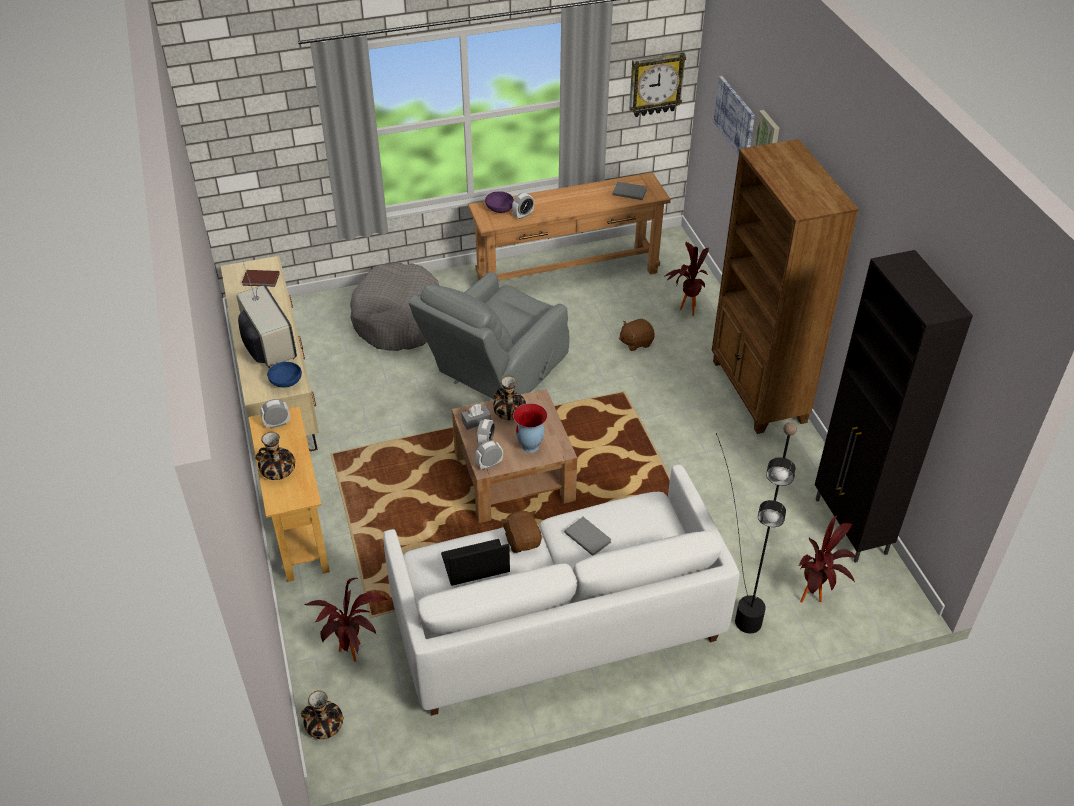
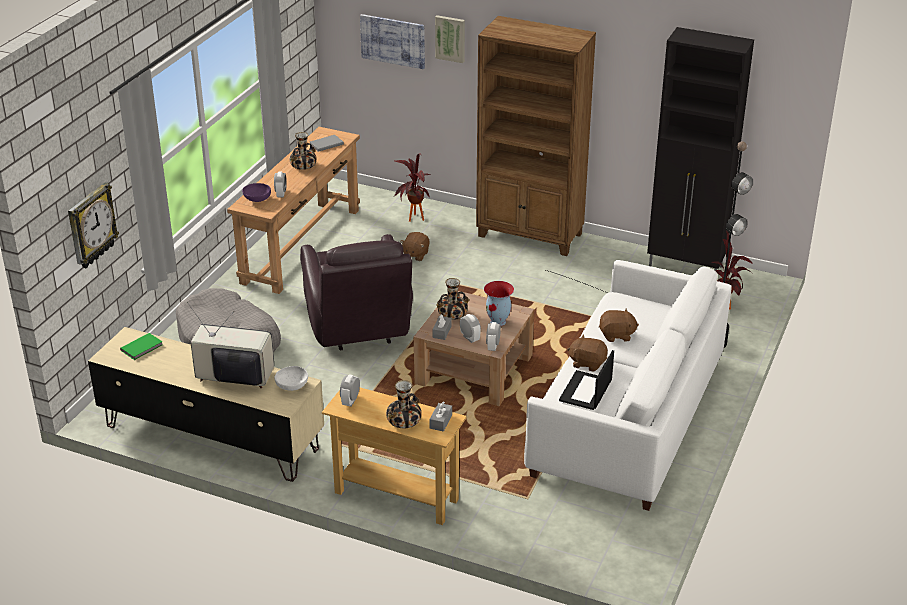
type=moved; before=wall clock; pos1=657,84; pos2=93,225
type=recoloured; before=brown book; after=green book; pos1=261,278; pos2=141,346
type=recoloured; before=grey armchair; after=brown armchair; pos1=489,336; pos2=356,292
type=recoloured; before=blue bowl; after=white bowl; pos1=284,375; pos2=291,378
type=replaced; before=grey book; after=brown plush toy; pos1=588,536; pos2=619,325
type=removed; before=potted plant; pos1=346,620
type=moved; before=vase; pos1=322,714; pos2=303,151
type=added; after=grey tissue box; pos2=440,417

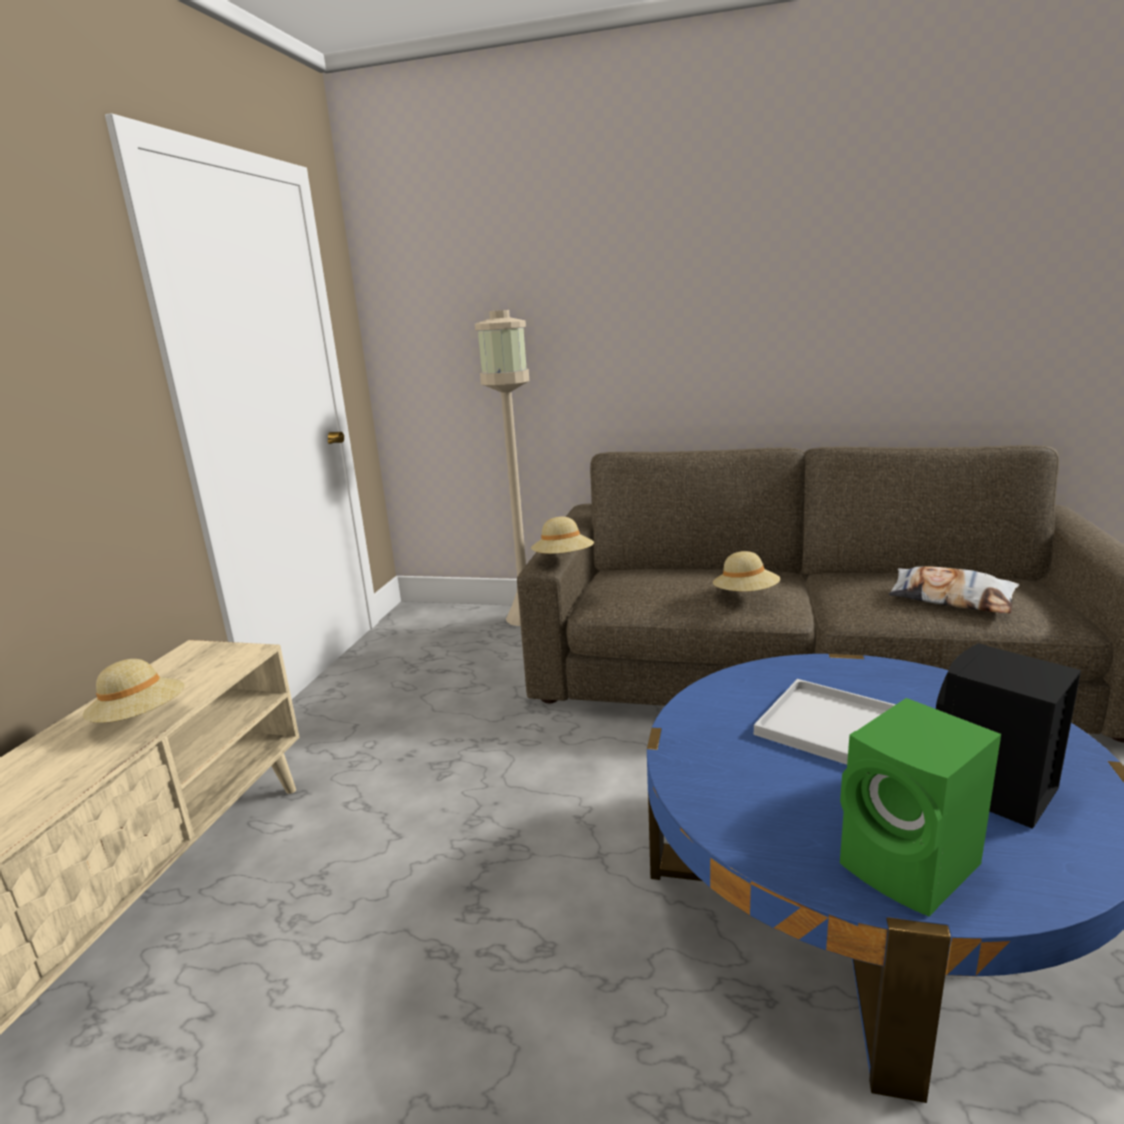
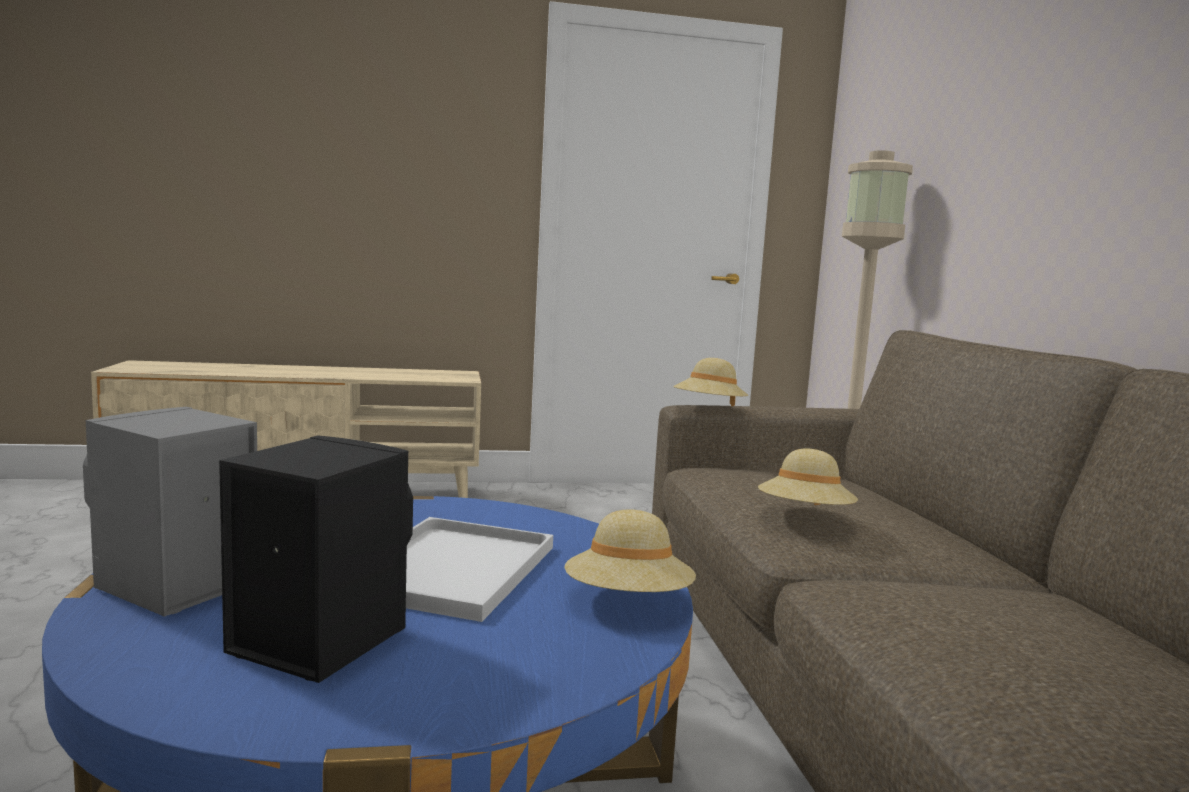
type=removed; before=pillow; pos1=954,589
type=moved; before=beige hat; pos1=133,691; pos2=630,550
type=recoloured; before=green speaker; after=grey speaker; pos1=920,807; pos2=170,512

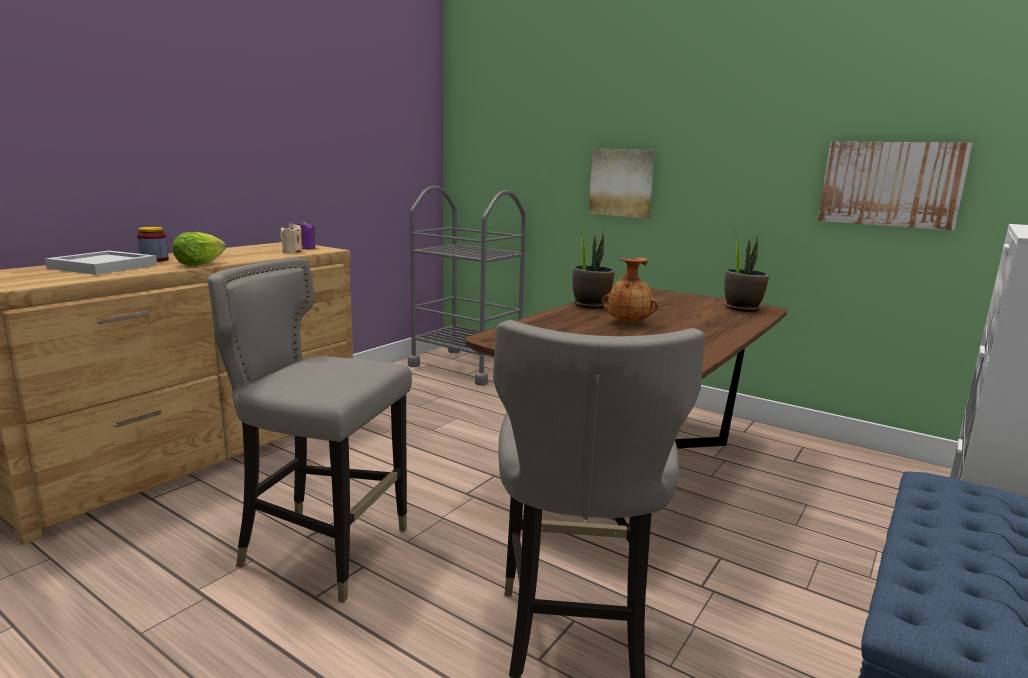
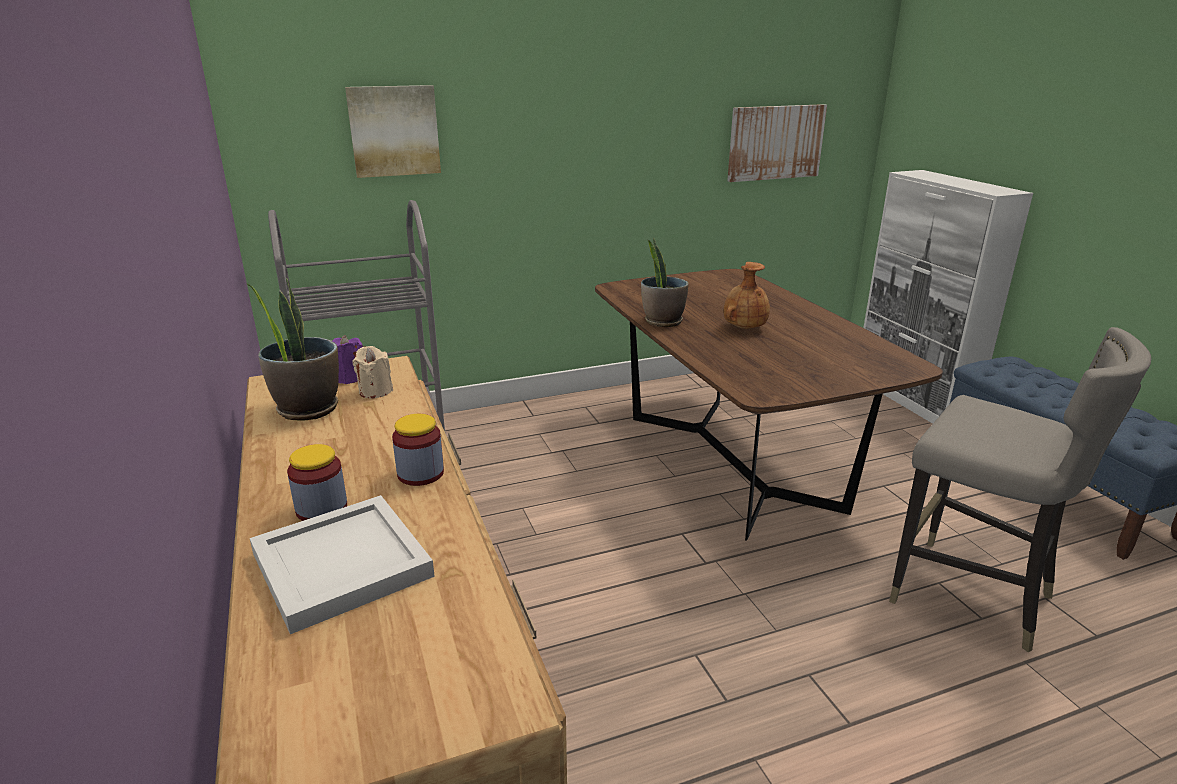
type=moved; before=picture; pos1=622,183; pos2=393,131
type=moved; before=potted plant; pos1=746,270; pos2=292,349
type=replaced; before=lettuce; after=jar; pos1=199,249; pos2=418,450
type=removed; before=grey stool; pos1=310,430

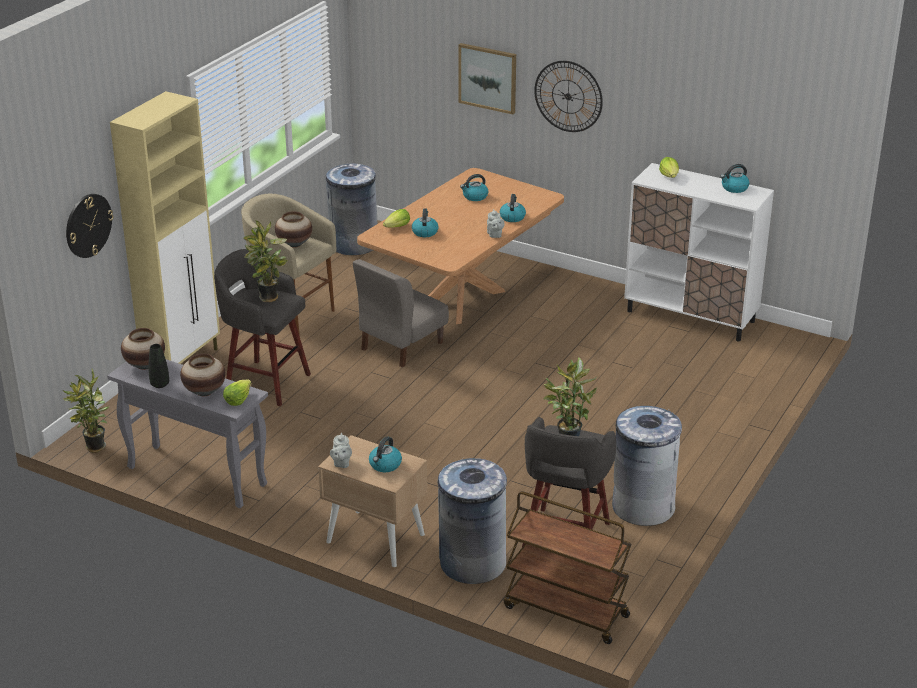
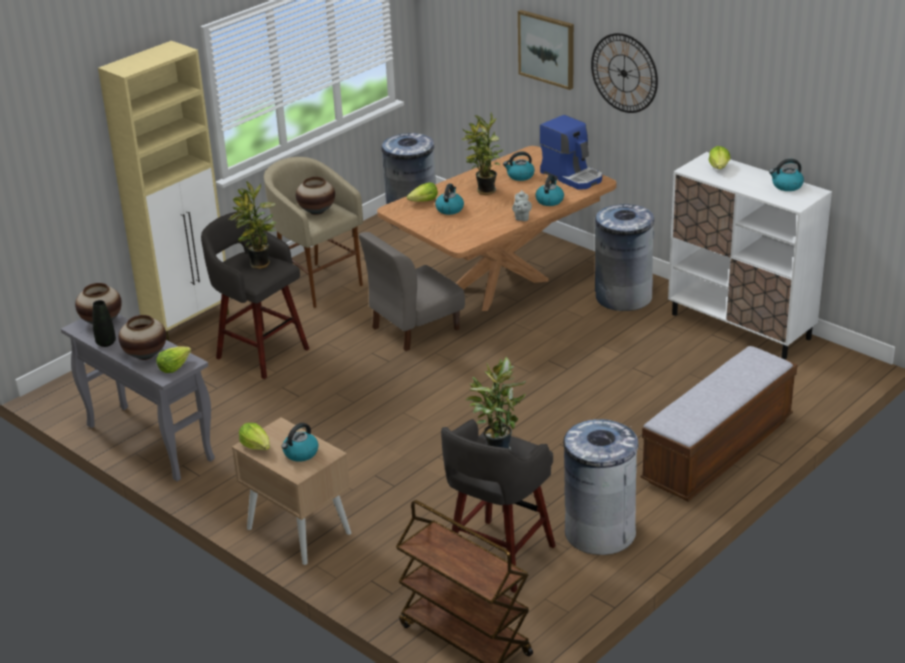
type=removed; before=wall clock; pos1=90,226
type=moved; before=potted plant; pos1=86,411; pos2=483,153
type=replaced; before=grey teapot; after=lettuce; pos1=341,450; pos2=254,436
type=moved; before=grey trash can; pos1=472,521; pos2=624,257
type=added; after=coffee machine; pos2=571,152
type=added; after=bench; pos2=719,424

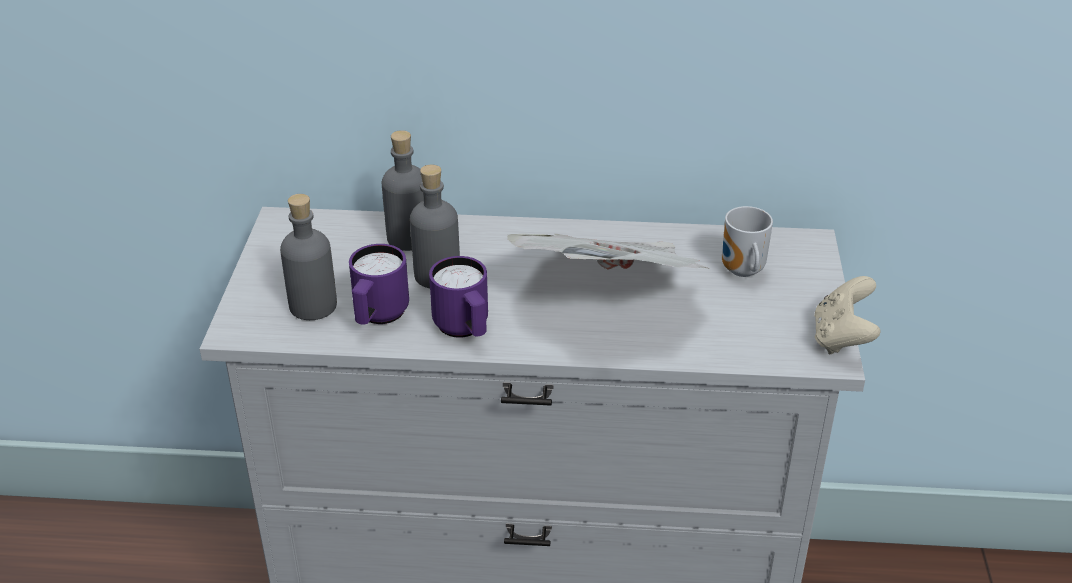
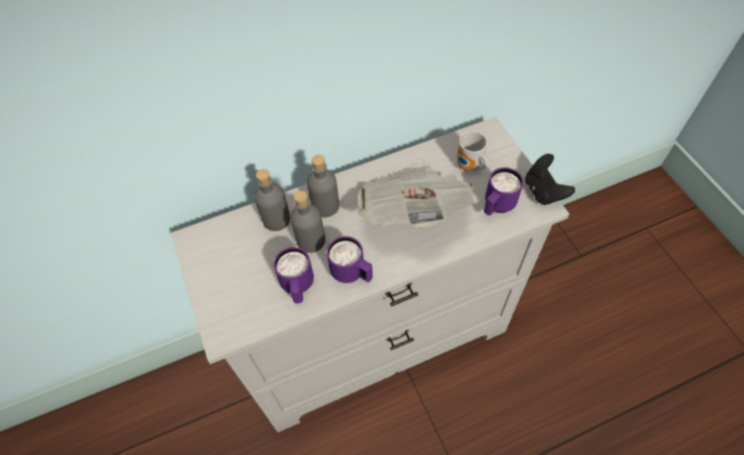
type=moved; before=grey bottle; pos1=308,257; pos2=323,186
type=recoloured; before=beige game controller; after=black game controller; pos1=847,315; pos2=550,179
type=added; after=purple mug; pos2=504,191

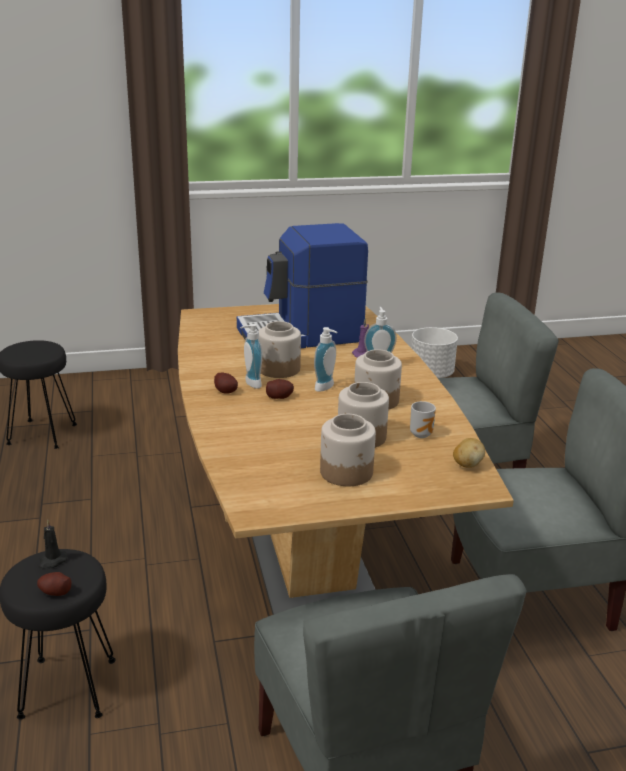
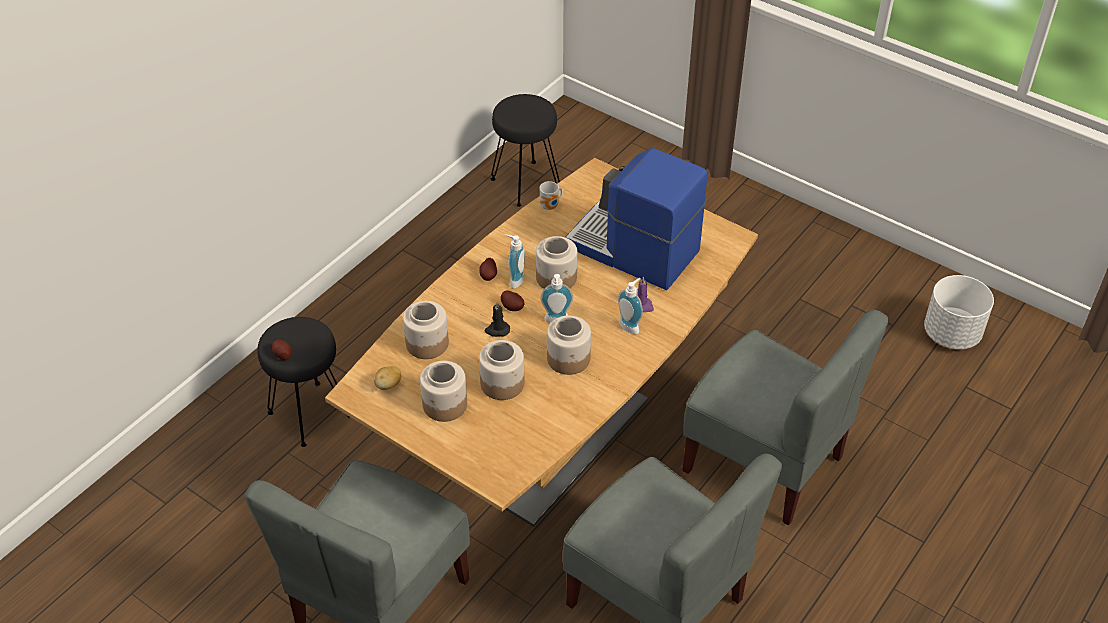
type=moved; before=mug; pos1=423,419; pos2=551,195
type=moved; before=potato; pos1=469,453; pos2=387,378
type=moved; before=black candle; pos1=53,544; pos2=497,319
type=added; after=jar; pos2=426,330

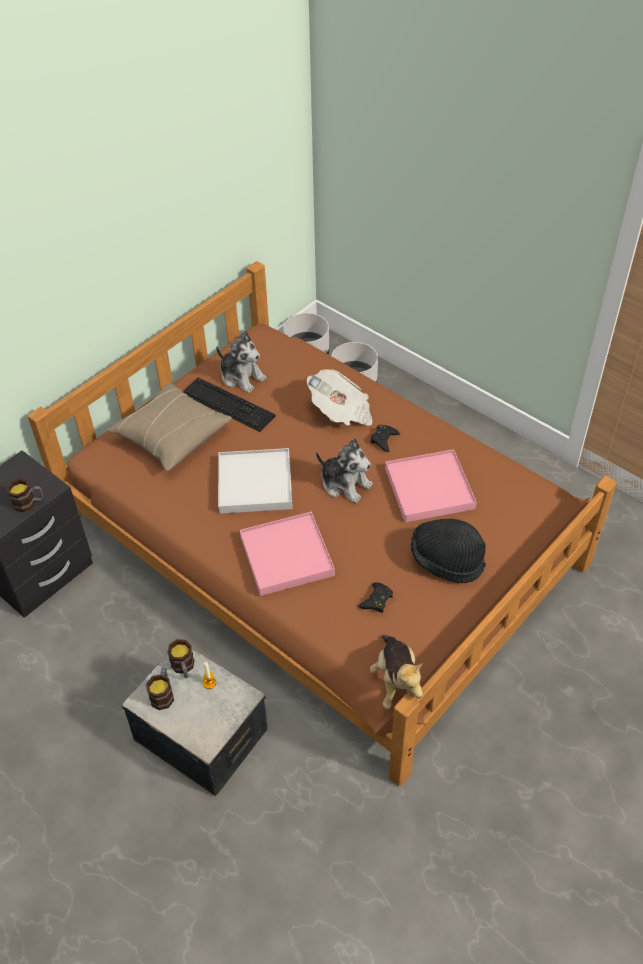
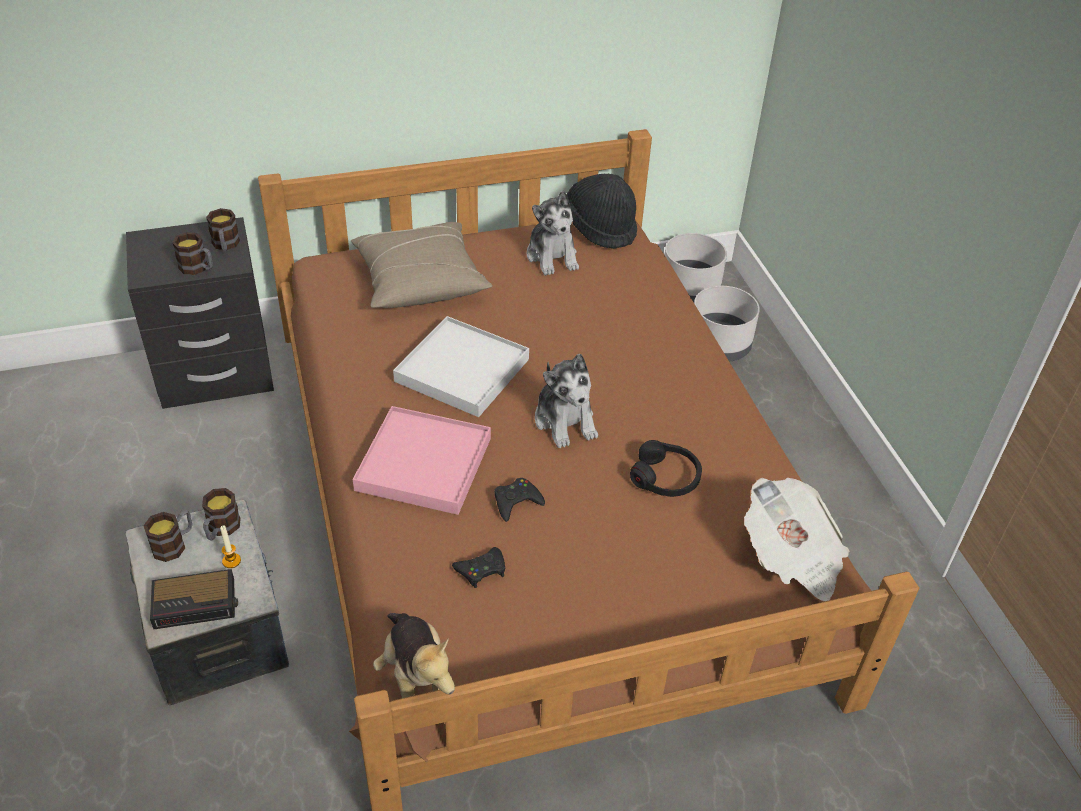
type=moved; before=newspaper; pos1=340,397; pos2=796,539
type=removed; before=keyboard; pos1=229,404
type=moved; before=black game controller; pos1=385,438; pos2=519,500
type=replaced; before=pink tray; after=black headphones; pos1=430,485; pos2=666,468
type=moved; before=black hat; pos1=448,551; pos2=602,211
type=turned; before=plush toy; pos1=396,672; pos2=414,655; turn=-45
type=added; after=mug; pos2=223,229
type=added; after=alarm clock; pos2=194,599

